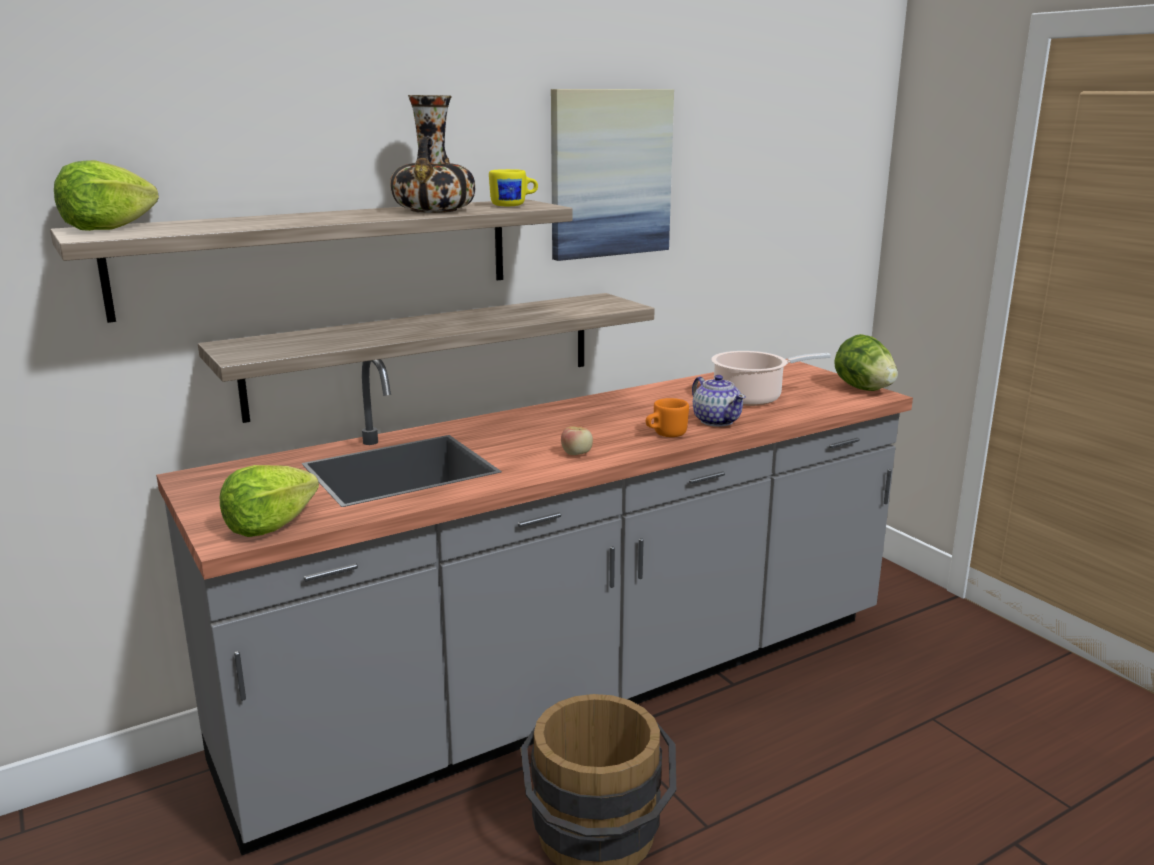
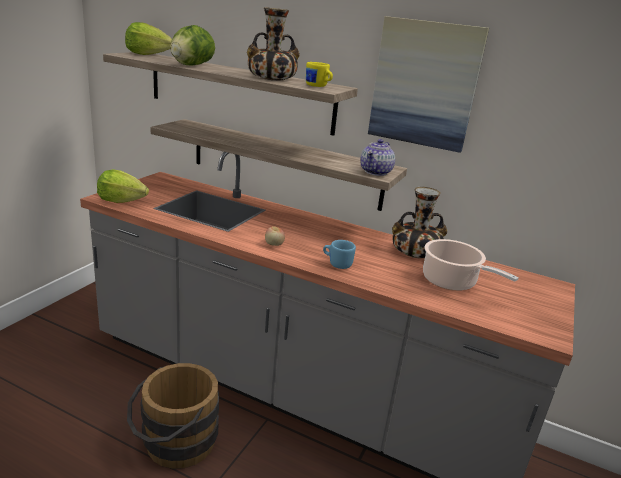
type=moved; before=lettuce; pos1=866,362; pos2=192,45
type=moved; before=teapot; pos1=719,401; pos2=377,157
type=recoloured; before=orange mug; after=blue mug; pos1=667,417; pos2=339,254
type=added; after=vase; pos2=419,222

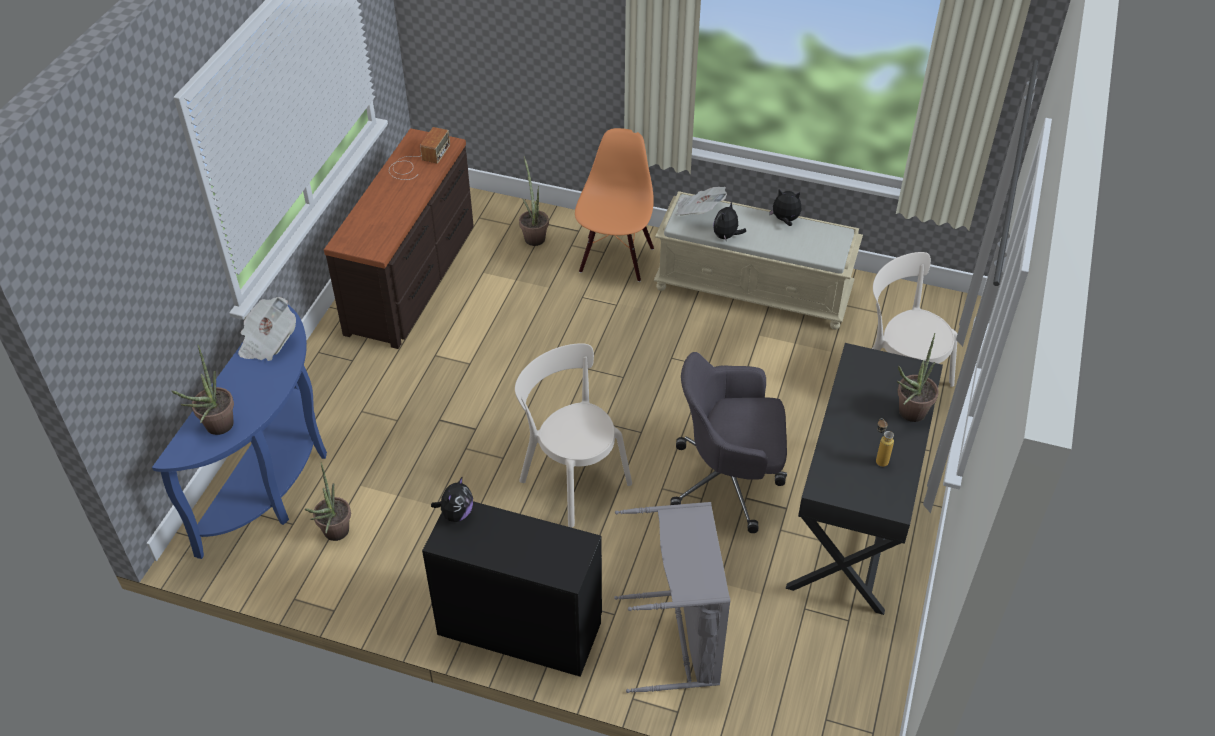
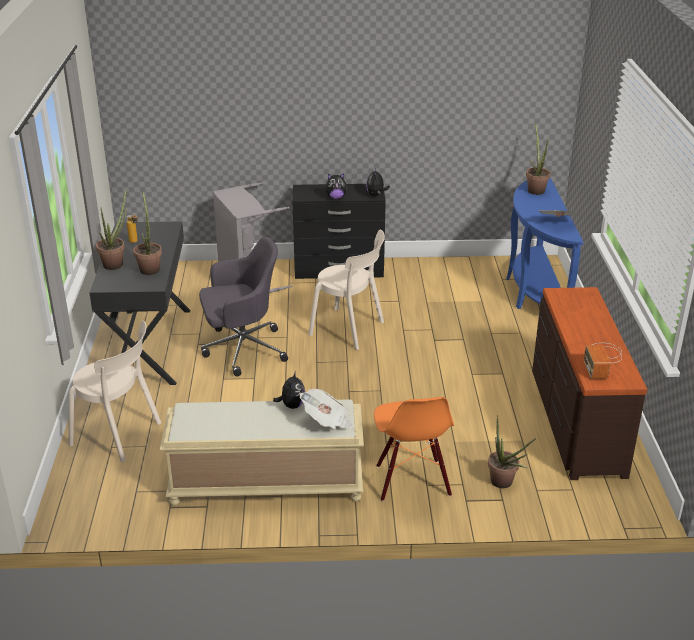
type=moved; before=plush toy; pos1=785,207; pos2=336,186
type=moved; before=potted plant; pos1=328,502; pos2=147,232

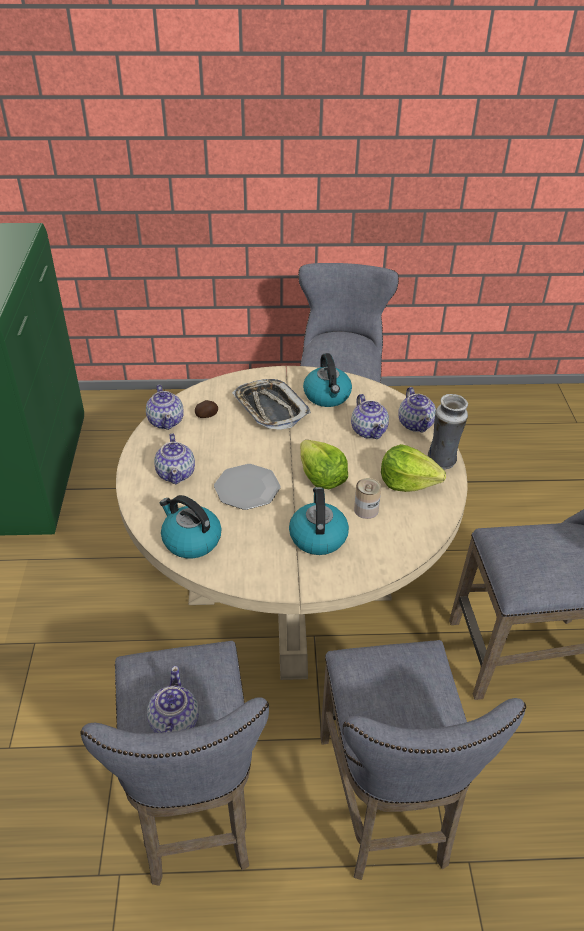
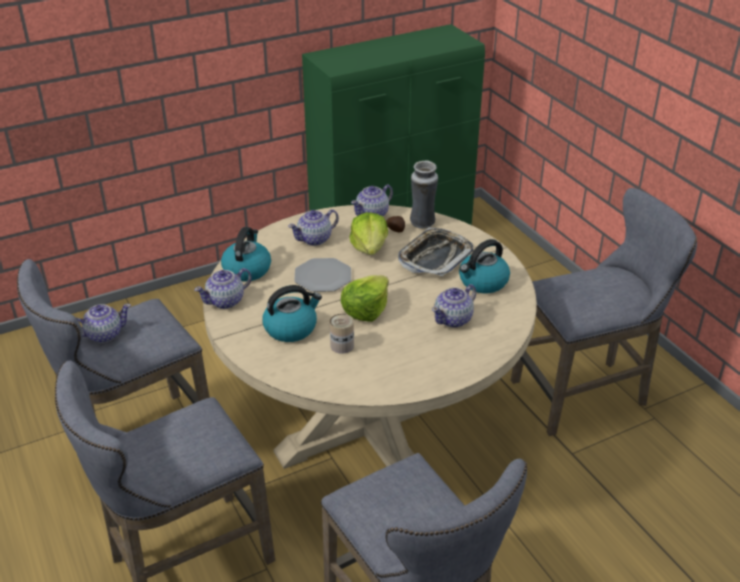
type=moved; before=teapot; pos1=417,410; pos2=223,288
type=moved; before=vase; pos1=448,432; pos2=424,194
type=moved; before=lettuce; pos1=413,468; pos2=368,233

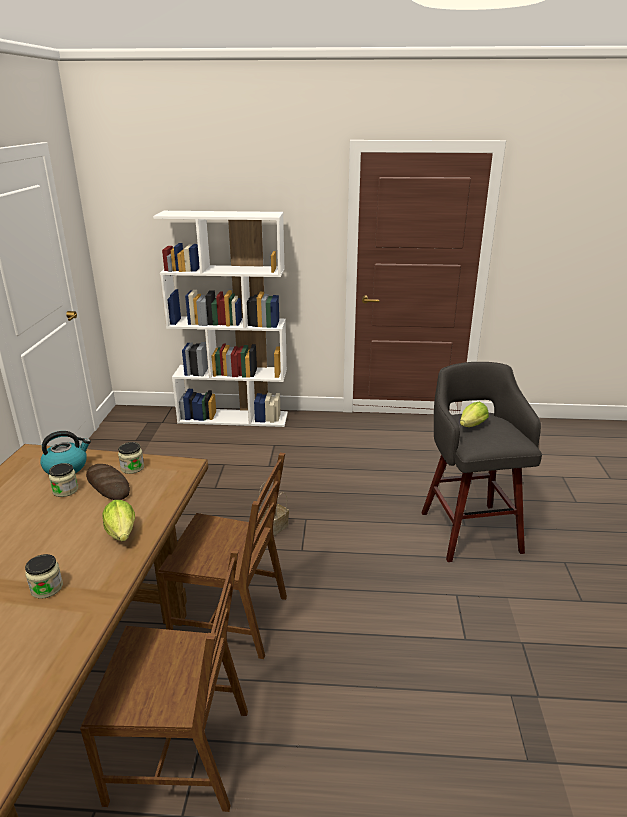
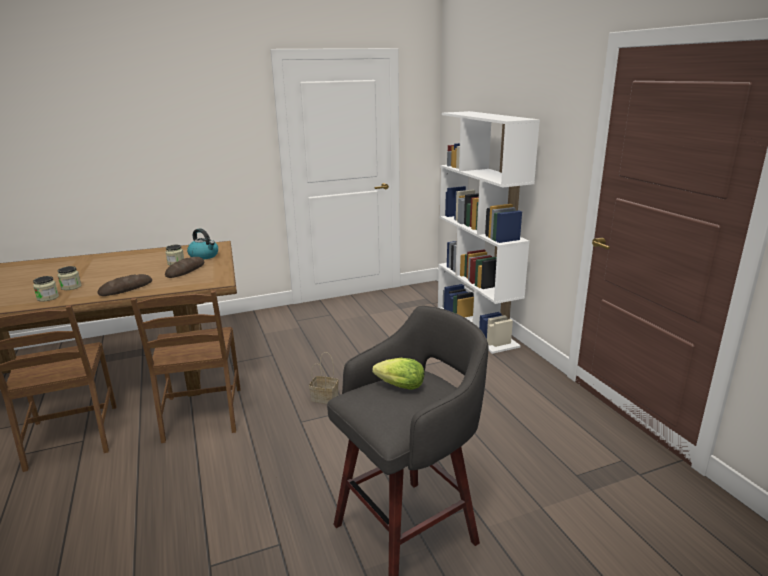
type=moved; before=jar; pos1=131,458; pos2=46,288
type=replaced; before=lettuce; after=bread; pos1=118,520; pos2=125,285

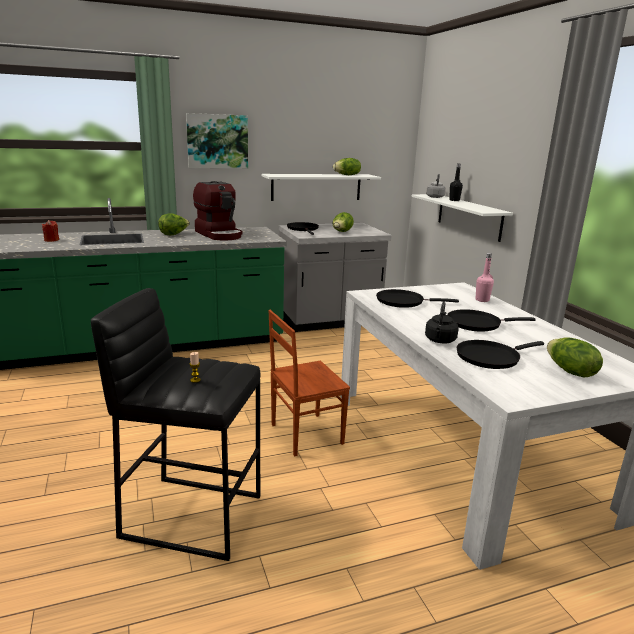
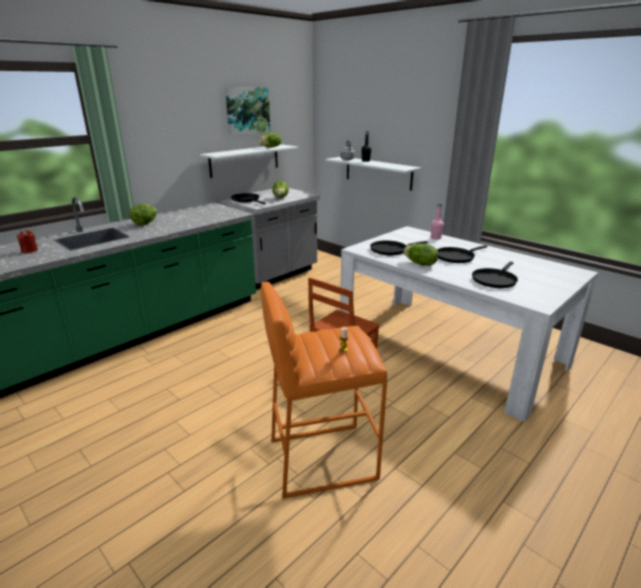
type=moved; before=picture; pos1=217,141; pos2=247,111
type=removed; before=coffee machine; pos1=217,210
type=recoloured; before=black stool; after=orange stool; pos1=175,424; pos2=324,390
type=removed; before=black kettle; pos1=442,322
type=moved; before=lettuce; pos1=575,357; pos2=420,254

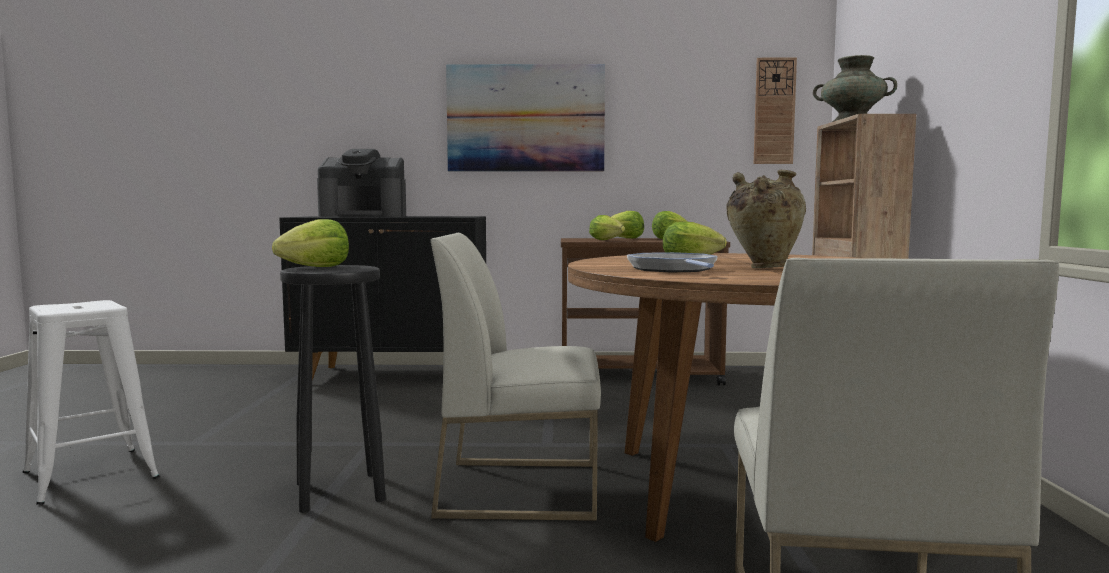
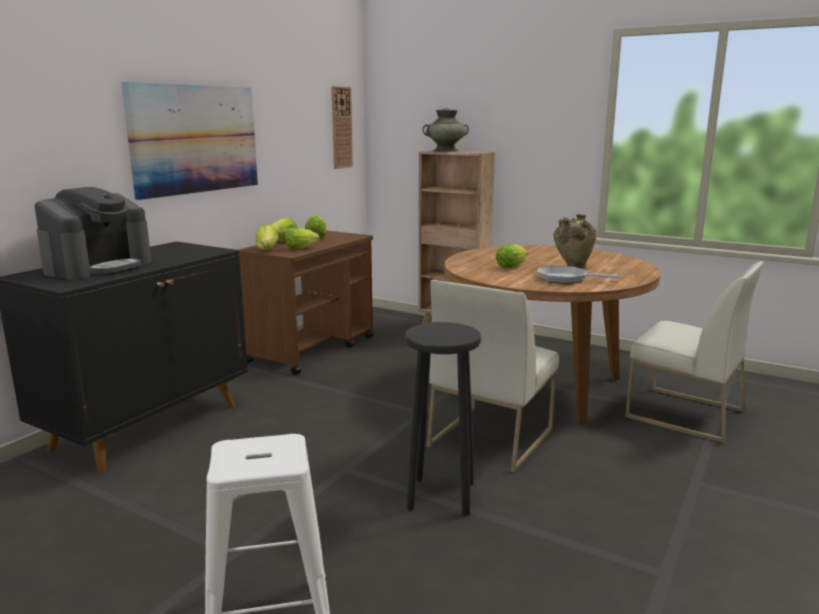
type=moved; before=lettuce; pos1=310,243; pos2=267,237

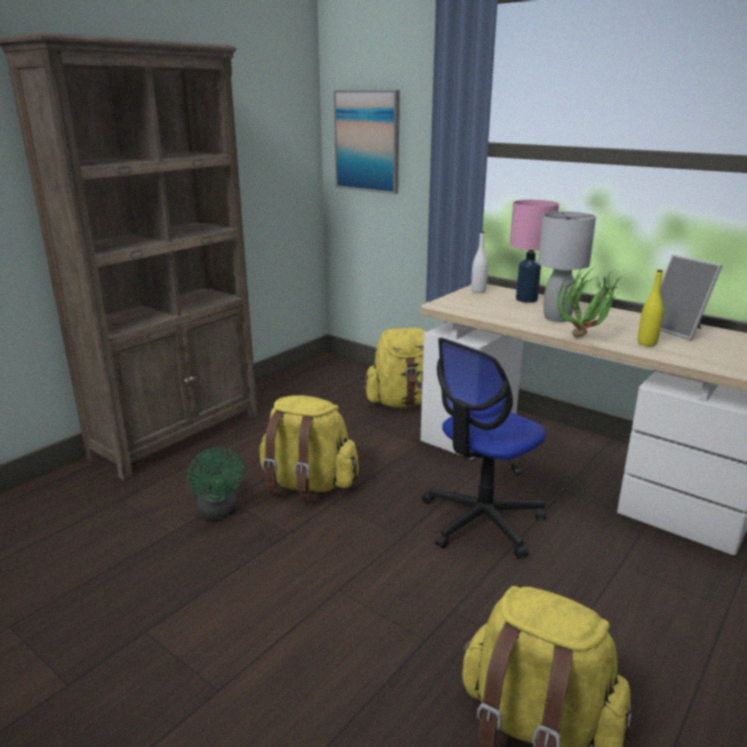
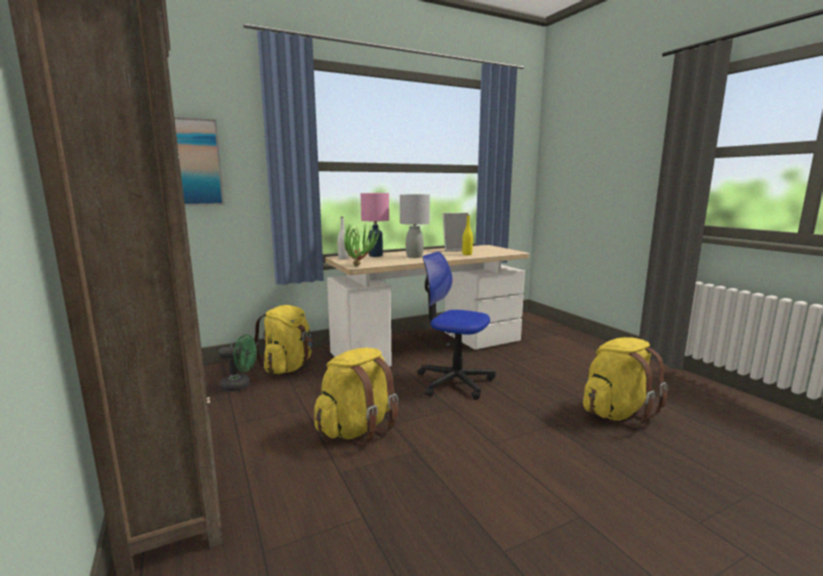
type=moved; before=potted plant; pos1=588,303; pos2=362,244
type=turned; before=office chair; pos1=484,448; pos2=456,325; turn=135
type=moved; before=green fan; pos1=216,483; pos2=238,363

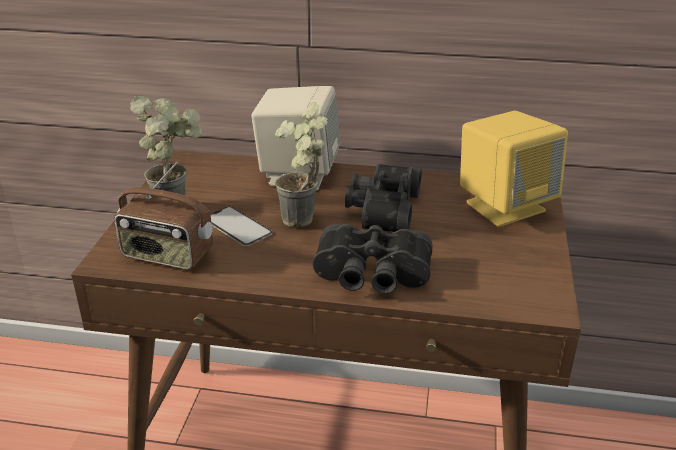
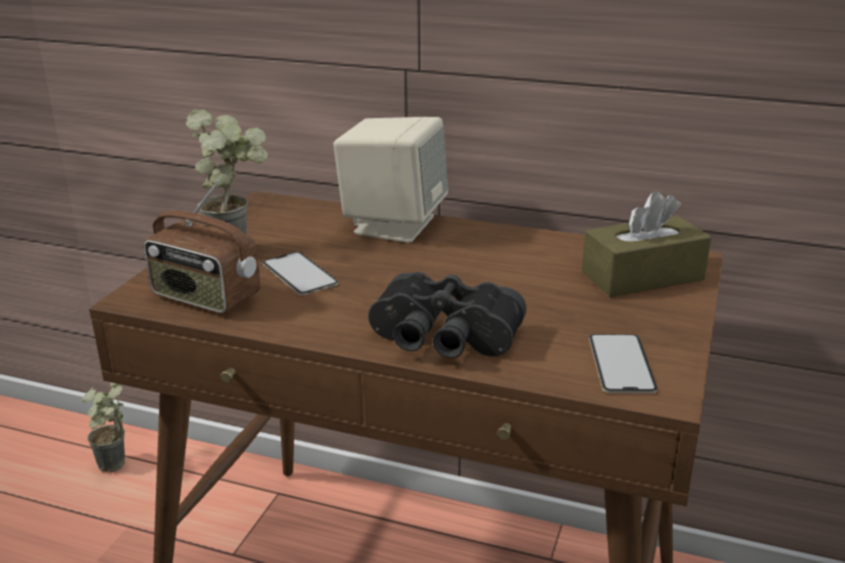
type=moved; before=potted plant; pos1=301,164; pos2=103,427
type=replaced; before=yellow speaker; after=brown tissue box; pos1=514,169; pos2=646,244
type=removed; before=black binoculars; pos1=383,198
type=added; after=phone; pos2=623,364

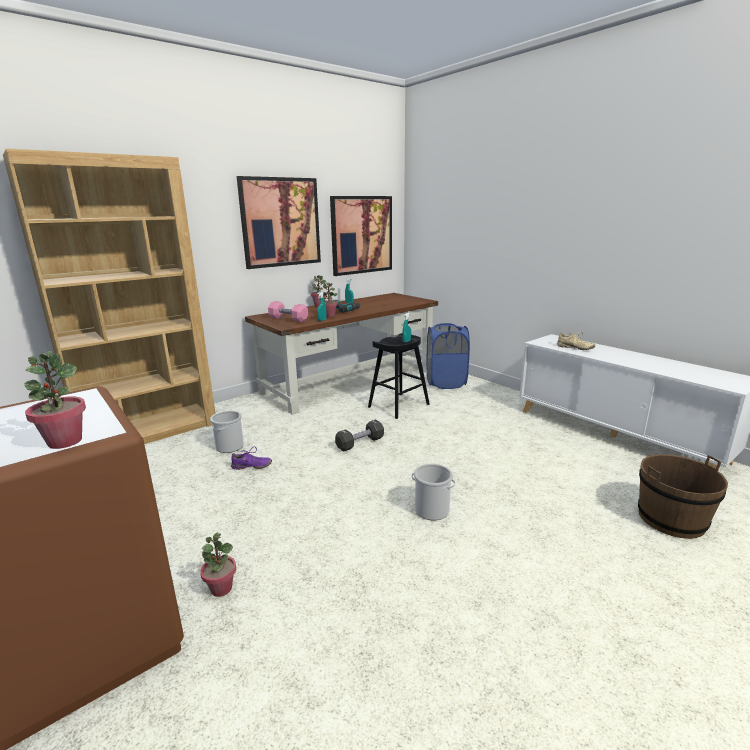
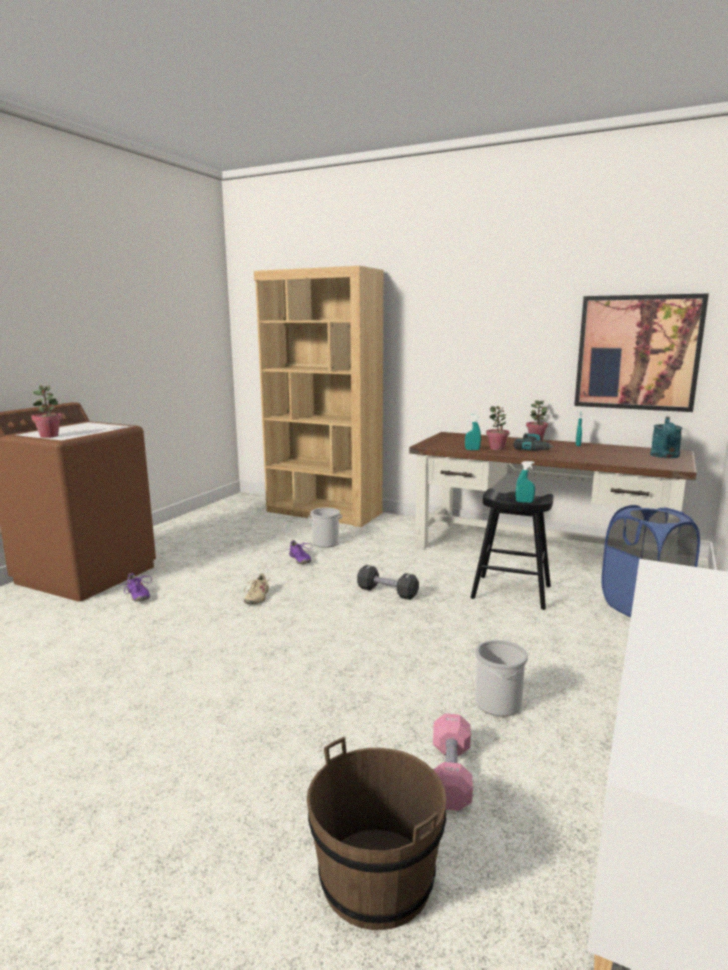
type=removed; before=picture; pos1=279,222
type=moved; before=pink dumbbell; pos1=288,311; pos2=453,762
type=moved; before=beige shoe; pos1=576,341; pos2=257,588
type=moved; before=bucket; pos1=433,492; pos2=501,678
type=replaced; before=potted plant; after=purple shoe; pos1=218,565; pos2=135,587
type=added; after=turquoise watering can; pos2=666,437

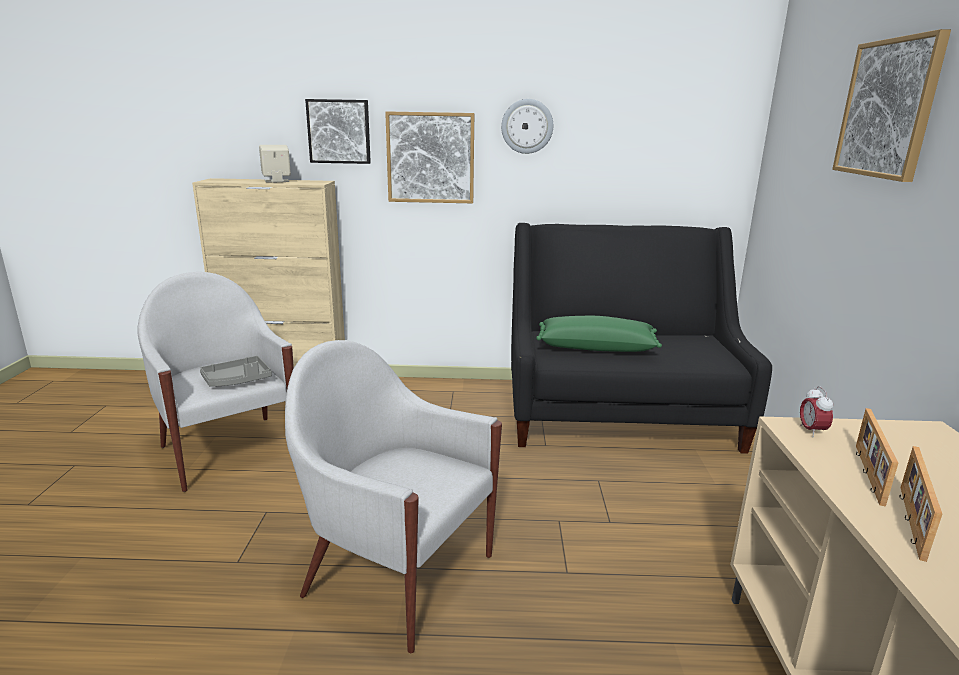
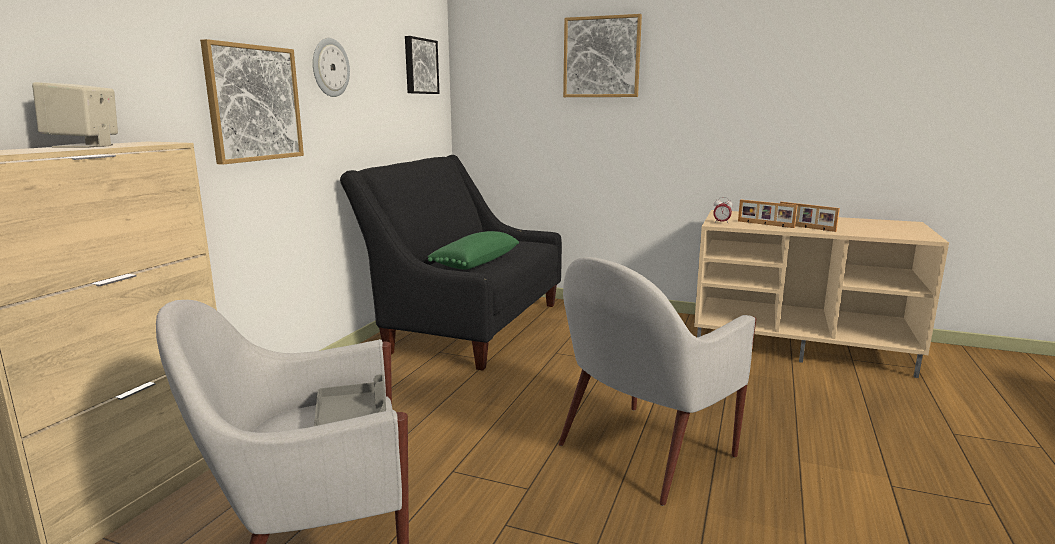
type=moved; before=picture; pos1=338,131; pos2=422,65

